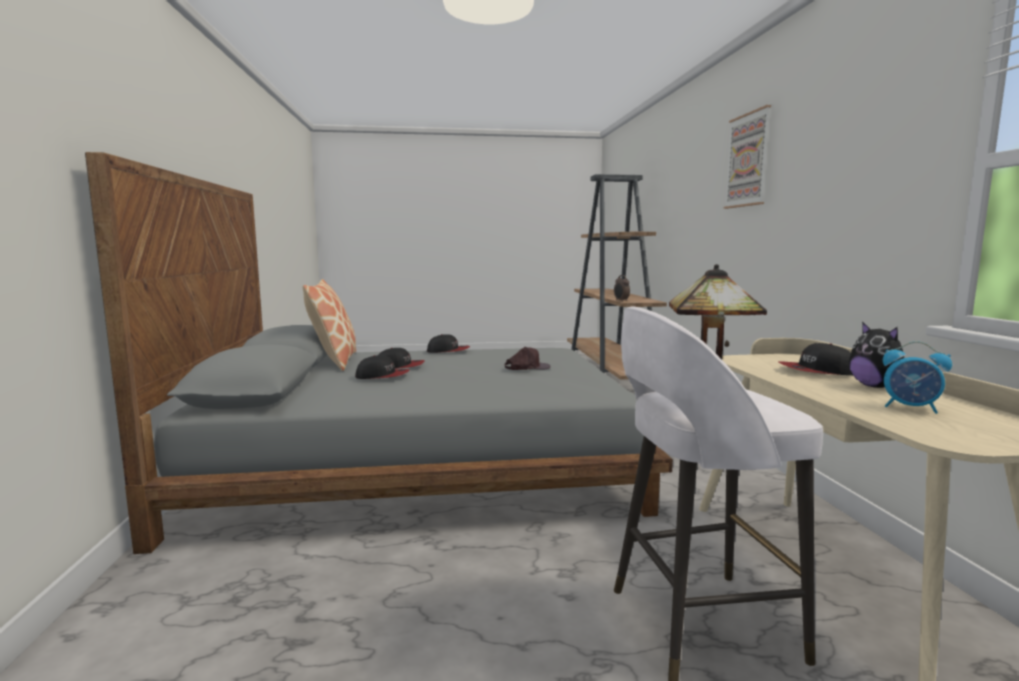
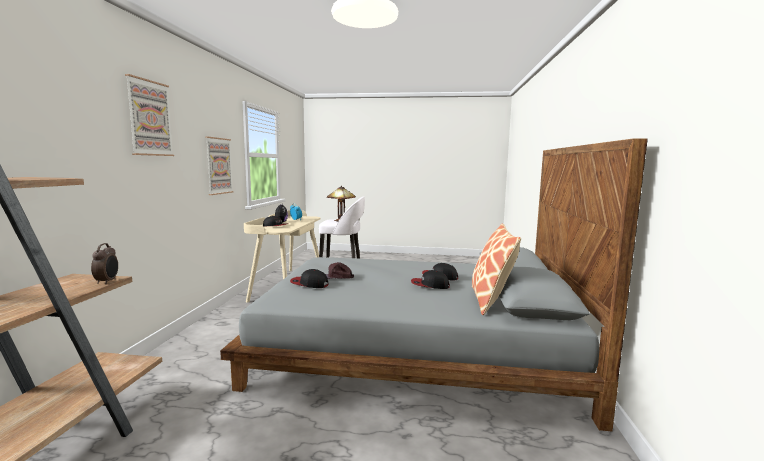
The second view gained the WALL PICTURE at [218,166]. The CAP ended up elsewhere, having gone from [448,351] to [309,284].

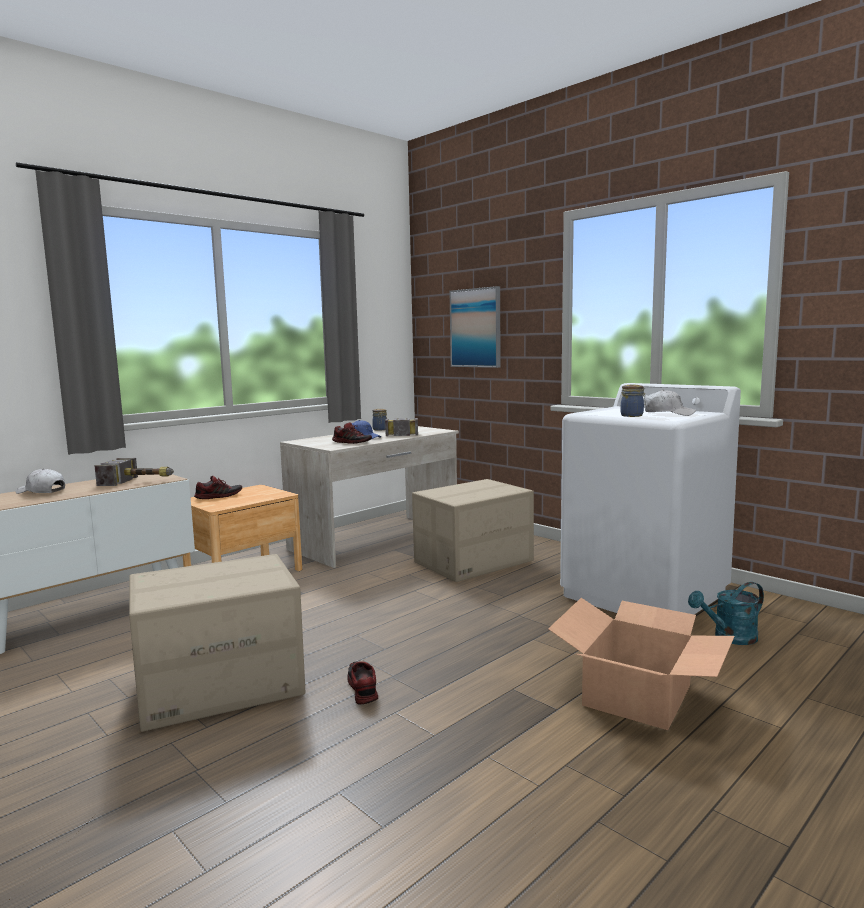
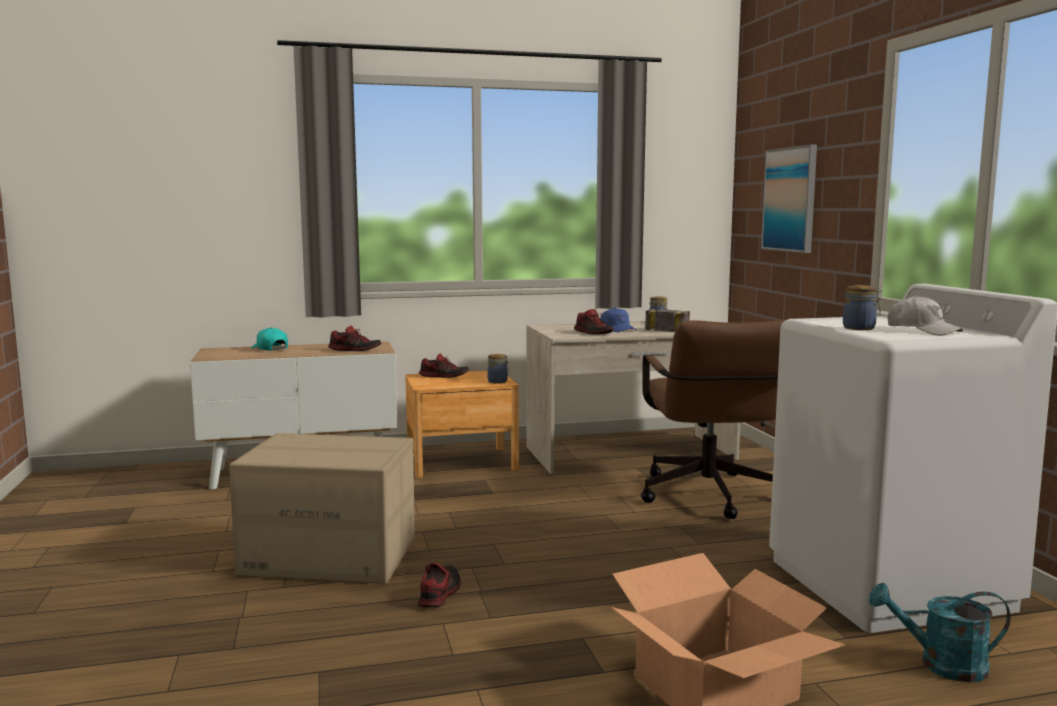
What was the WHITE CAP at [41,491] turned into the TURQUOISE-COLOURED CAP at [270,349]. Where the HAND HAMMER stood at [141,481], the SHOE came to stand at [354,350]. The second view gained the JAR at [498,381]. Where the CARTON stood at [473,562], the BROWNISH COMPUTER CHAIR came to stand at [711,499].

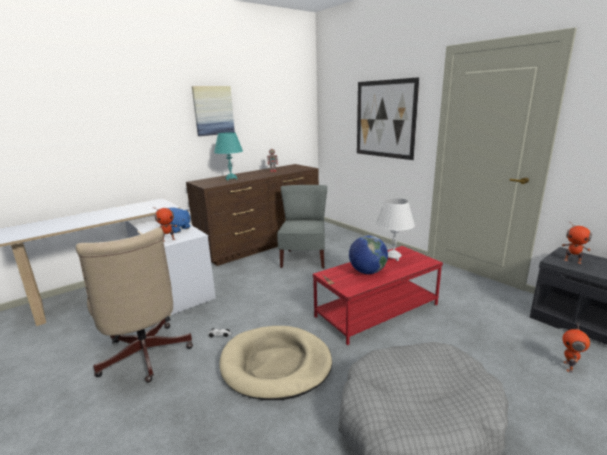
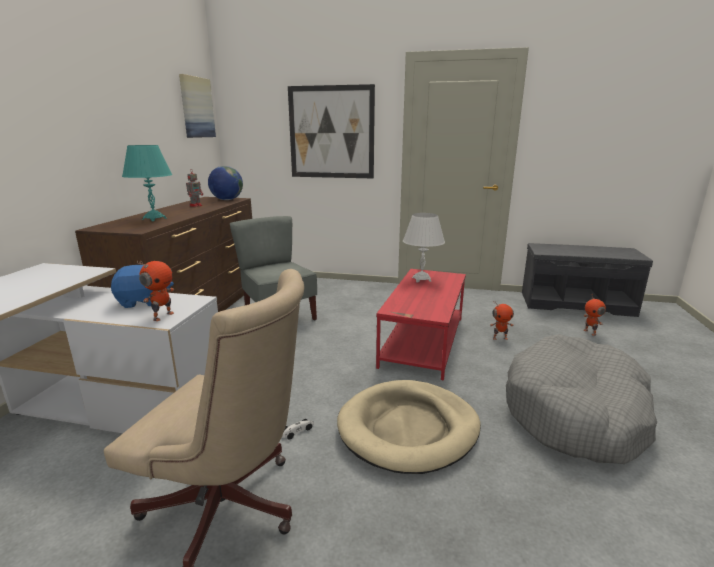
The WALL PICTURE ended up elsewhere, having gone from [213,110] to [197,107]. The GLOBE ended up elsewhere, having gone from [367,272] to [227,200]. The MODEL ROBOT ended up elsewhere, having gone from [572,261] to [500,338].

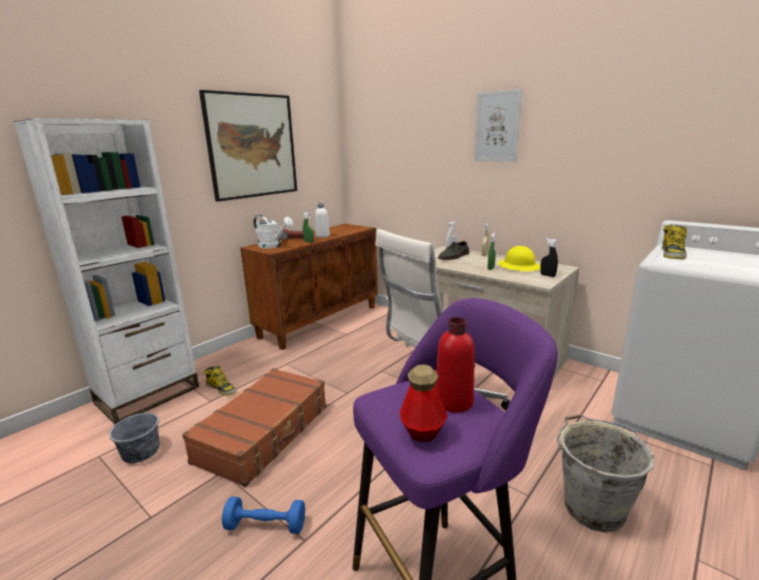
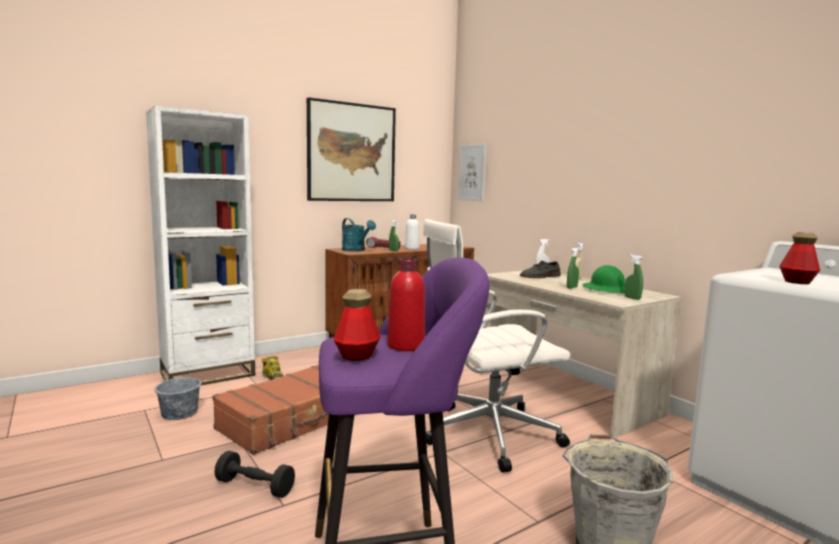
What was the BLUE-COLOURED FREE WEIGHT at [266,526] turned into the BLACK-COLOURED FREE WEIGHT at [255,487]. What was the WHITE WATERING POT at [273,246] turned into the TURQUOISE-COLOURED WATERING POT at [356,250]. The WALL PICTURE ended up elsewhere, having gone from [497,127] to [472,173]. What was the YELLOW-COLOURED WORK HELMET at [519,266] turned into the GREEN WORK HELMET at [607,289]. What was the BLACK-COLOURED HAND SPRAYER at [547,275] turned into the GREEN HAND SPRAYER at [632,298]. The second view gained the DRINK BOTTLE at [797,282]. The second view lost the BOOT at [672,254].

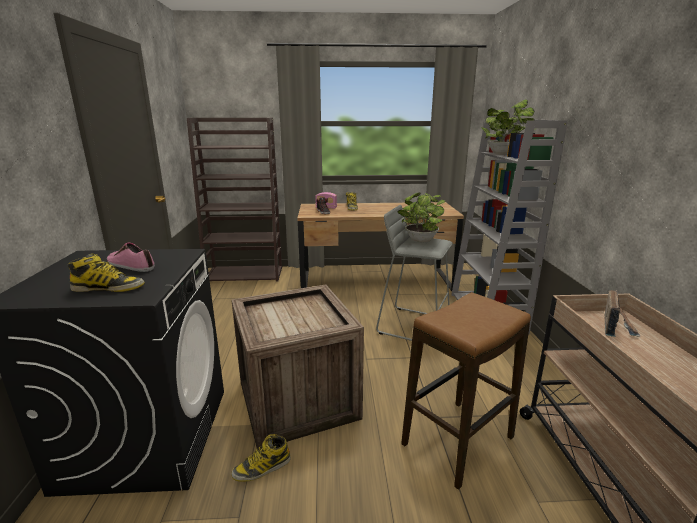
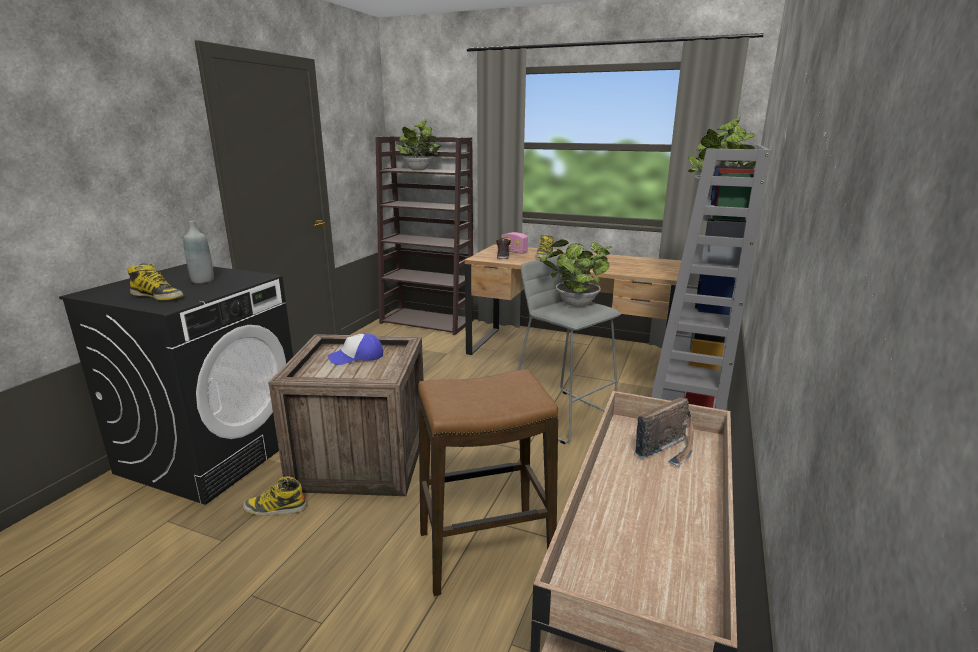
Where the SHOE stood at [131,265], the GREY DRINK BOTTLE came to stand at [202,281]. The second view gained the CAP at [357,357]. The second view gained the HOUSEPLANT at [419,170].

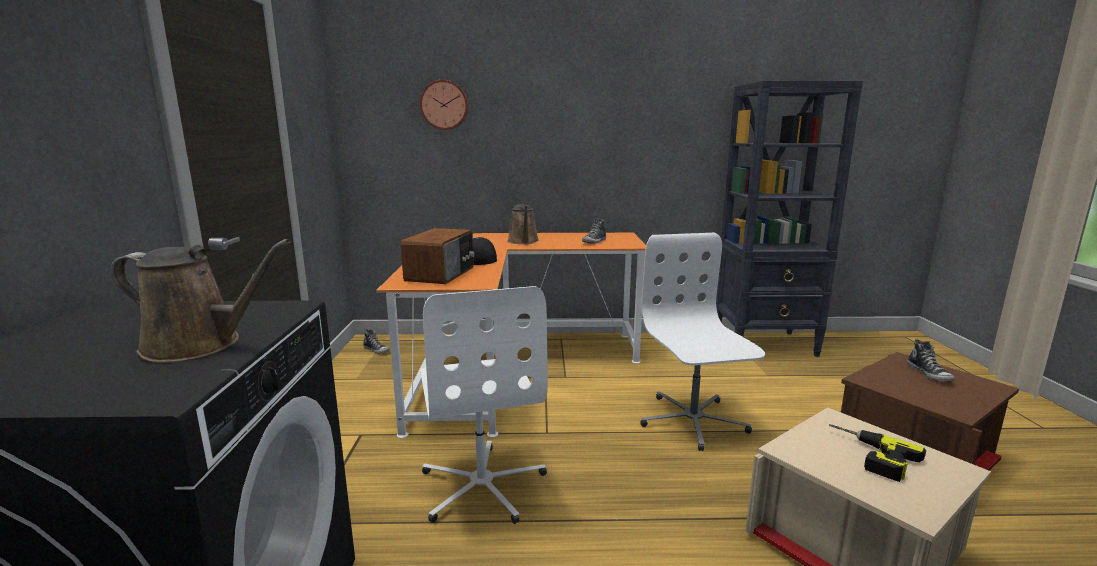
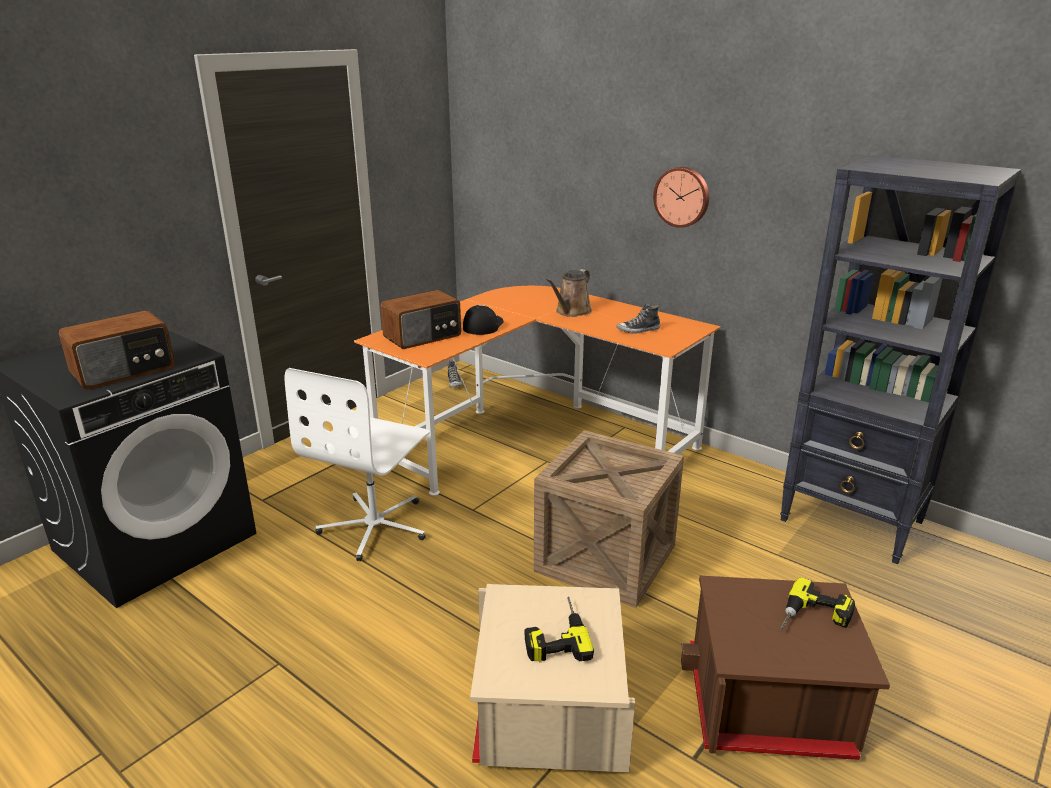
Where the BROWNISH WATERING POT stood at [199,345], the RADIO RECEIVER came to stand at [124,370]. Where the WHITE COMPUTER CHAIR stood at [692,421], the CRATE came to stand at [605,558]. The WALL CLOCK ended up elsewhere, having gone from [444,105] to [682,196]. Where the SHOE stood at [929,374], the ELECTRIC DRILL came to stand at [814,619].

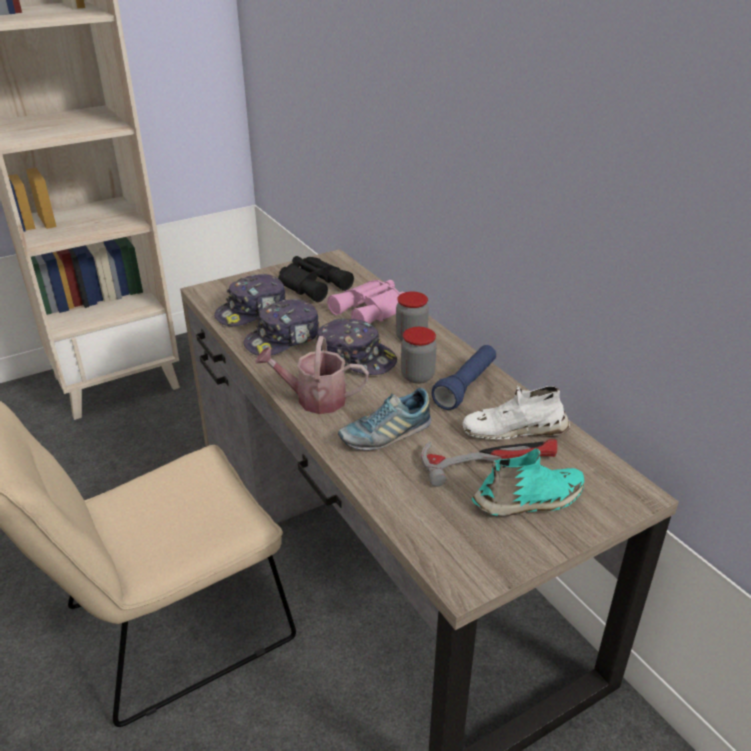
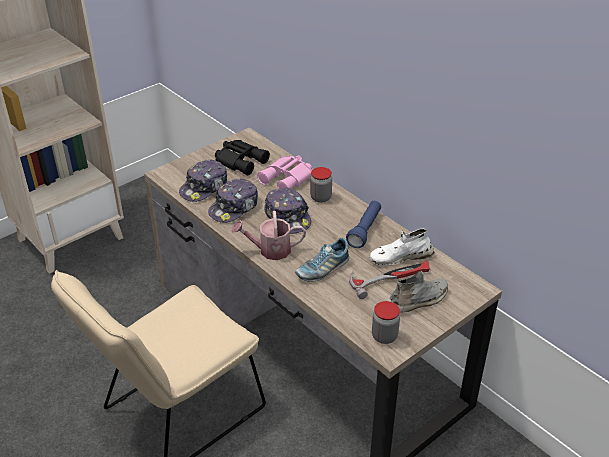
The CAP at [355,358] ended up facing another way, 45 degrees clockwise from before. The JAR ended up elsewhere, having gone from [417,376] to [384,336]. What was the TURQUOISE-COLOURED SHOE at [530,501] turned into the GREY SHOE at [418,301].

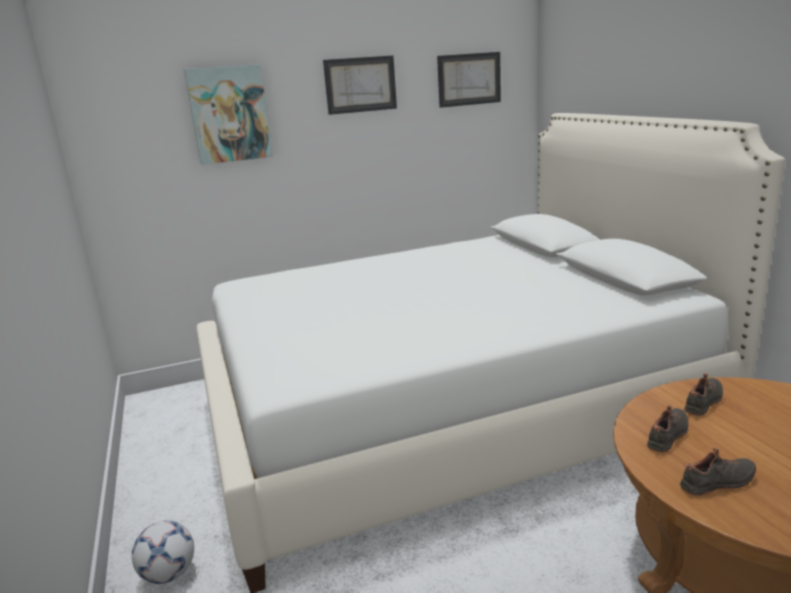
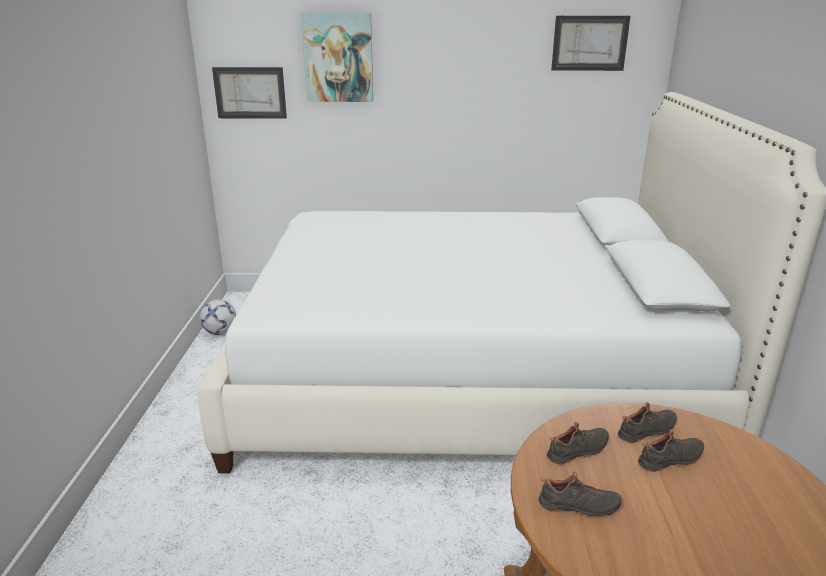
The FOOTBALL BALL ended up elsewhere, having gone from [169,574] to [220,332]. The WALL PICTURE ended up elsewhere, having gone from [360,85] to [250,93]. The second view gained the BLACK-COLOURED SHOE at [671,460].

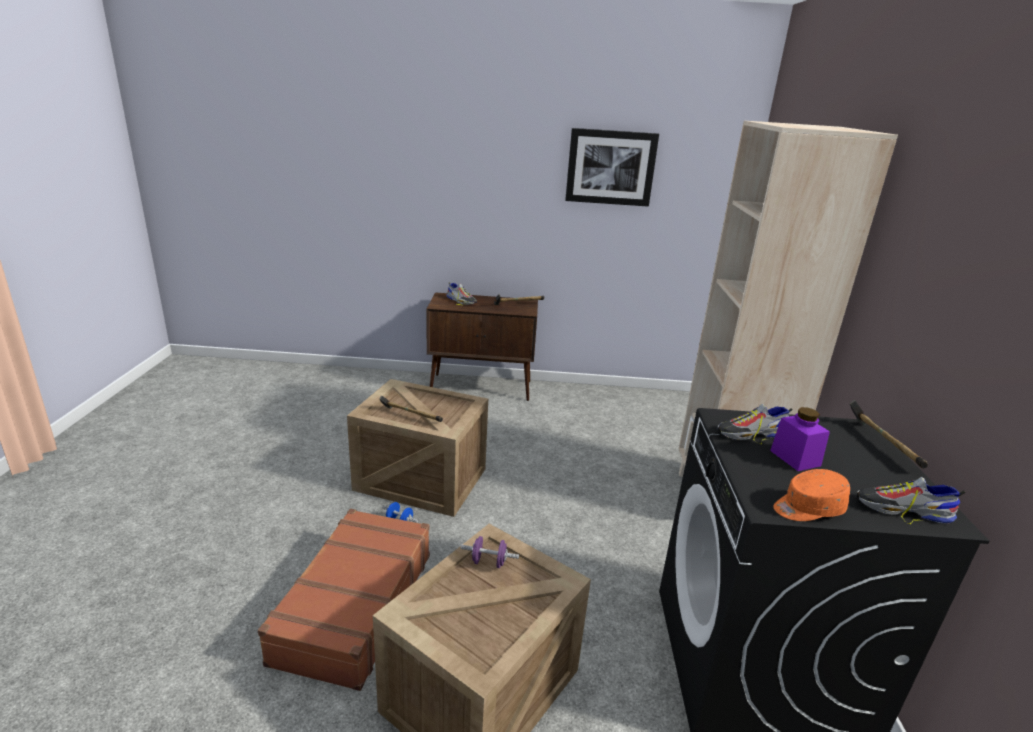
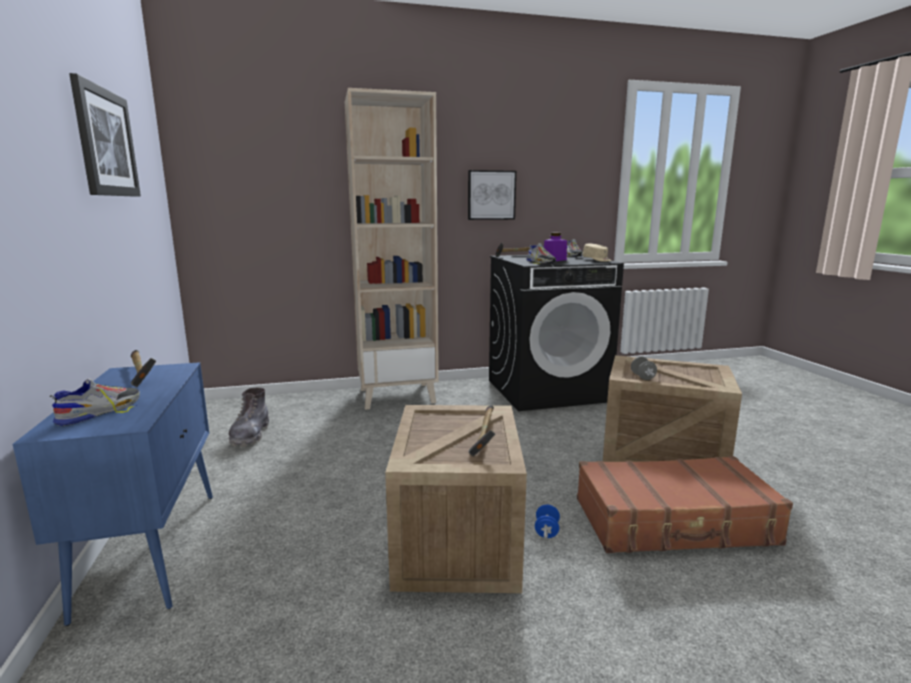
What was the BROWNISH CABINET at [482,387] turned into the BLUE-COLOURED CABINET at [152,549]. The second view gained the GREY BOOT at [250,435]. The second view gained the WALL PICTURE at [491,195]. What was the ORANGEY CAP at [807,508] turned into the SAND-COLOURED CAP at [597,260]. What was the PURPLE FREE WEIGHT at [489,562] turned into the GREY FREE WEIGHT at [642,377].

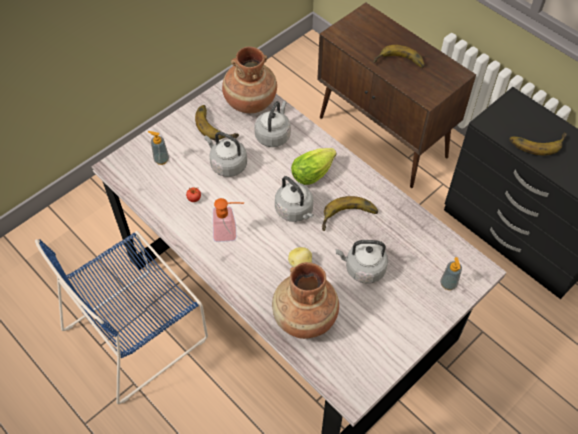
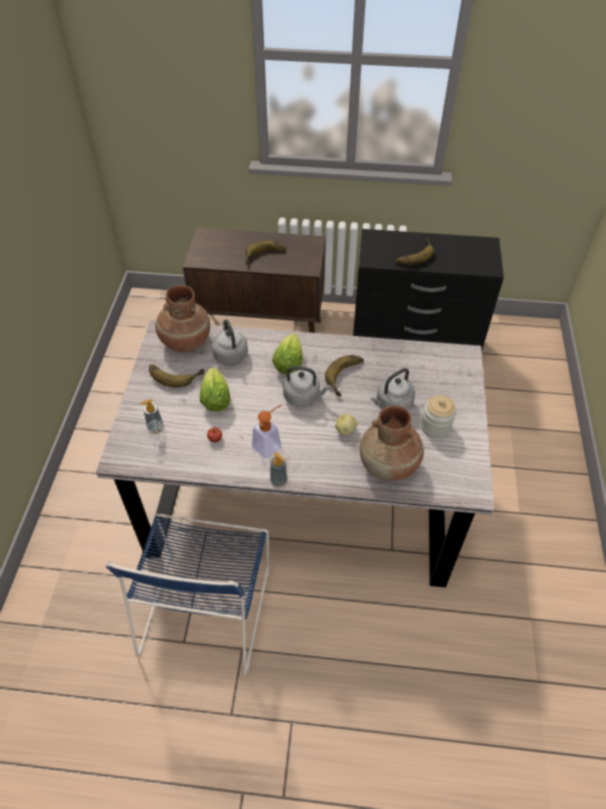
Where the GREY WATER KETTLE stood at [227,164], the LETTUCE came to stand at [215,397]. The SOAP BOTTLE ended up elsewhere, having gone from [448,284] to [278,480]. The second view gained the JAR at [435,426].

